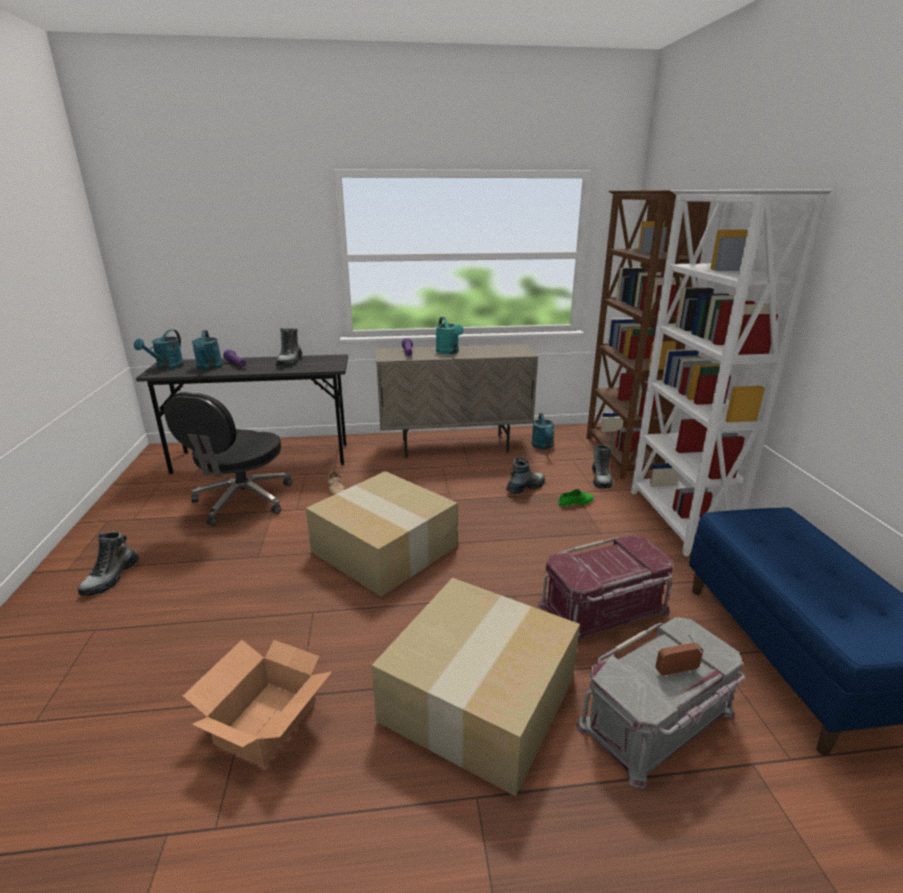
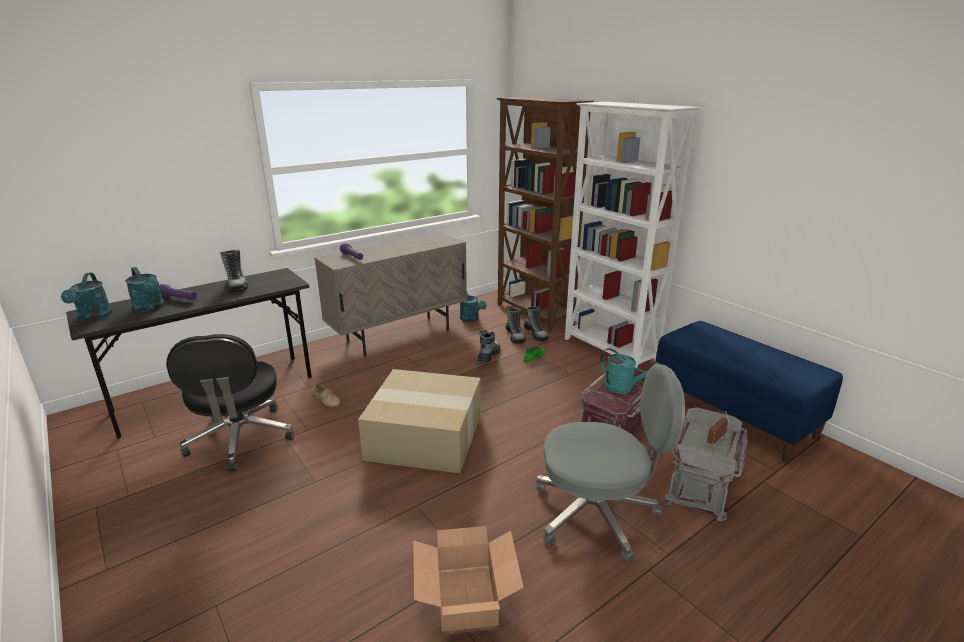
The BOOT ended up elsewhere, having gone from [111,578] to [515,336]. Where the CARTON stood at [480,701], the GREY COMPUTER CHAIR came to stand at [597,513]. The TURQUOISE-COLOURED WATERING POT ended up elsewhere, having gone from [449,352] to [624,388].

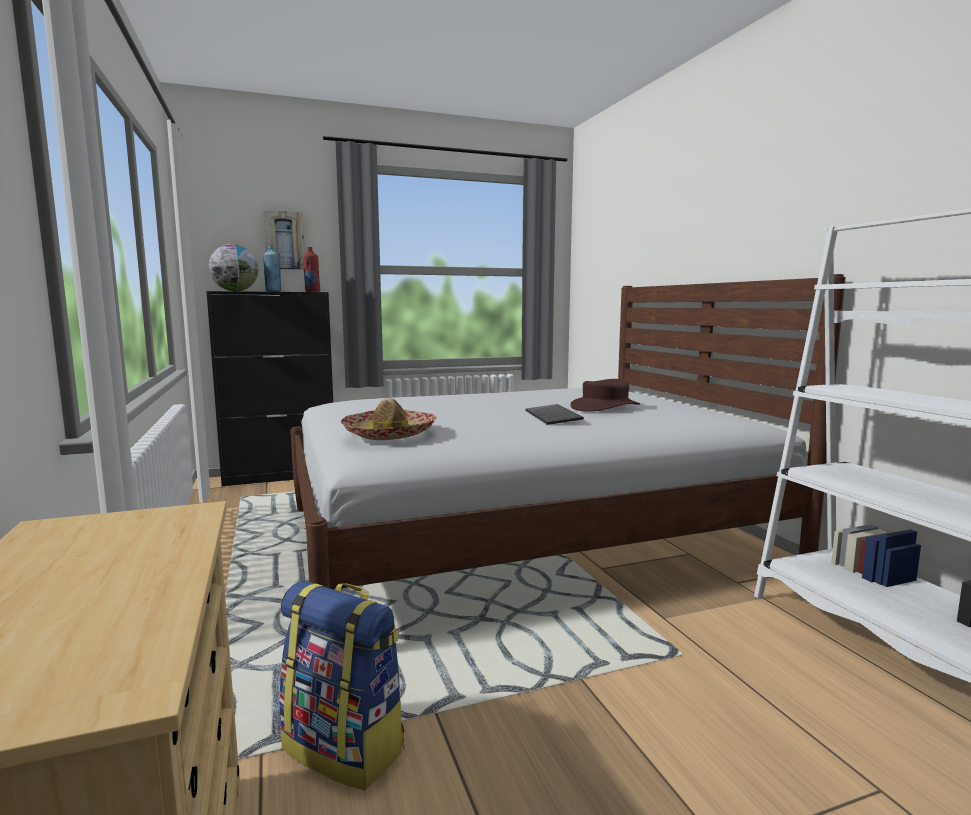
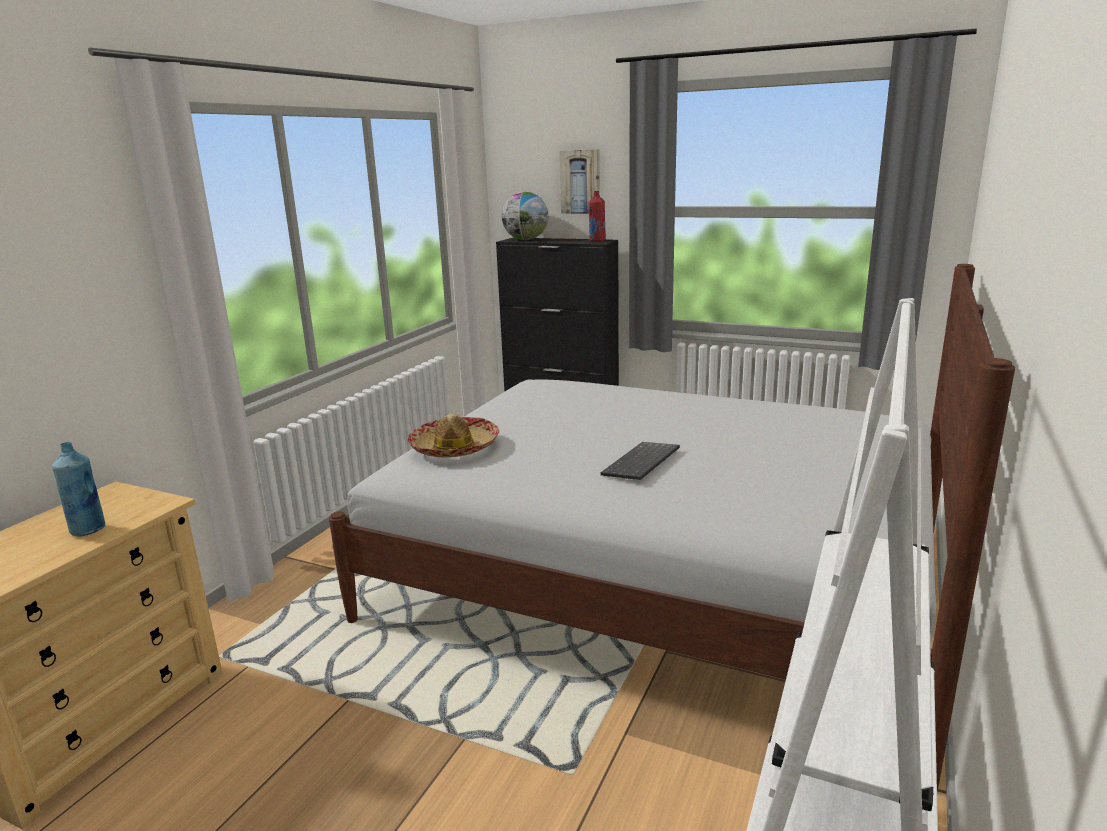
The BLUE-COLOURED DRINK BOTTLE ended up elsewhere, having gone from [273,291] to [88,530]. The second view lost the RUCKSACK at [346,748]. The second view lost the BROWNISH HAT at [605,407].

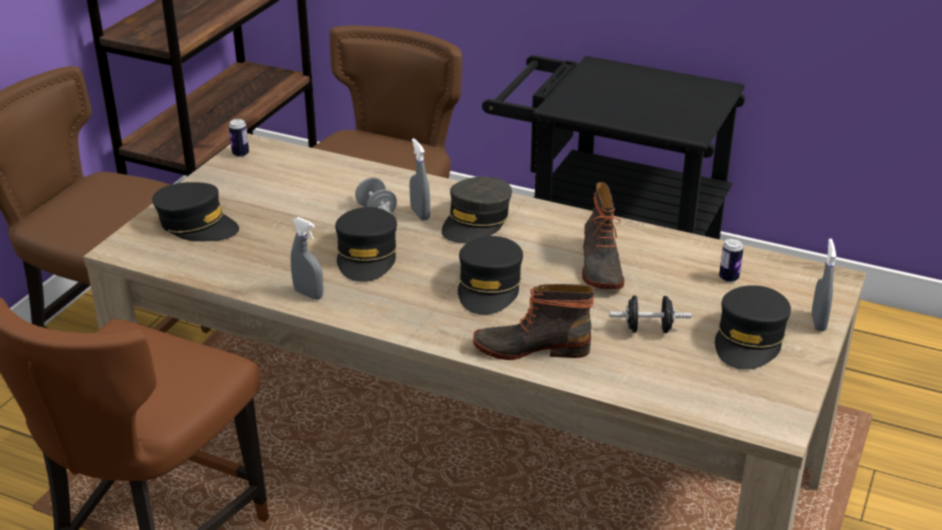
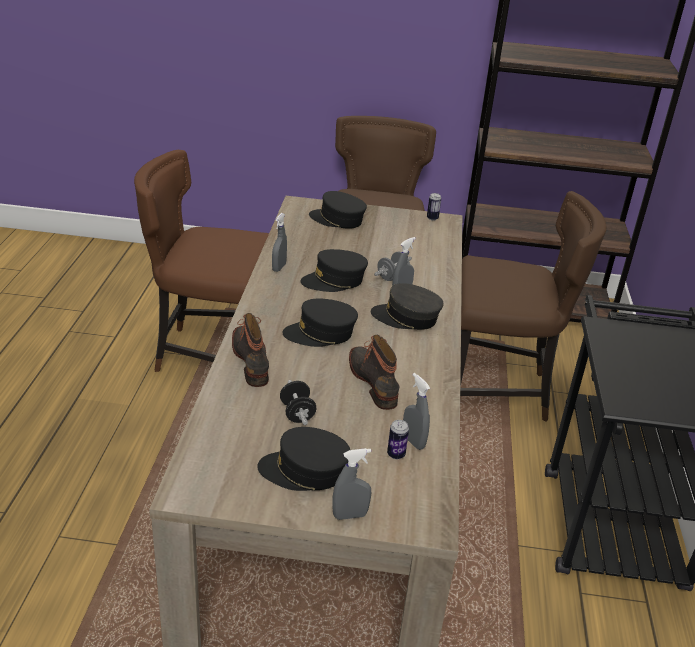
The BLACK-COLOURED CAP at [197,225] ended up facing another way, 105 degrees clockwise from before. The BOOT at [599,267] ended up facing another way, 90 degrees clockwise from before. The second view gained the GREY HAND SPRAYER at [413,441].

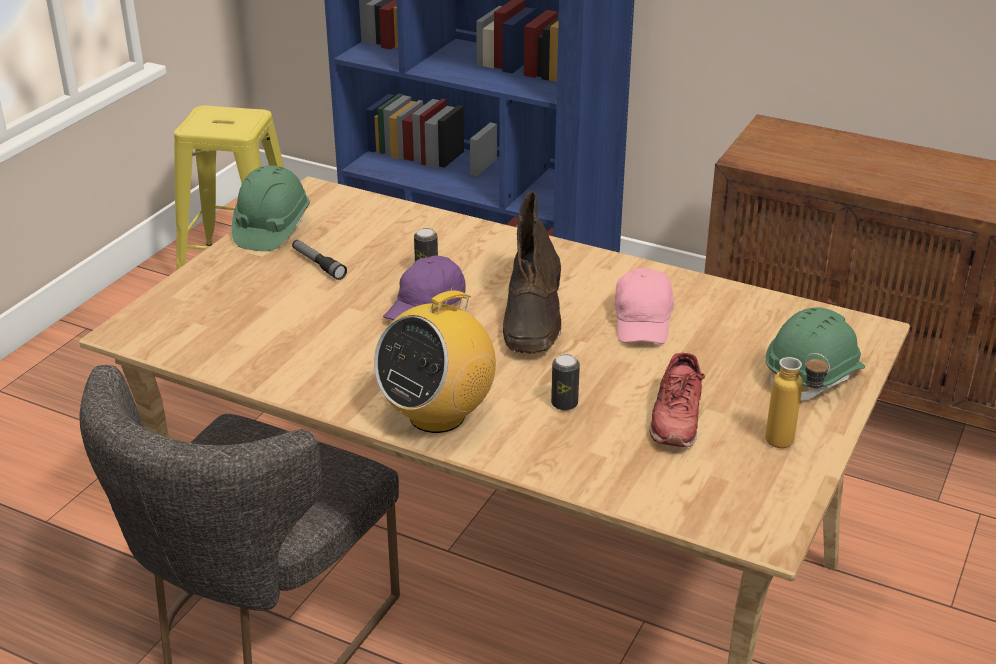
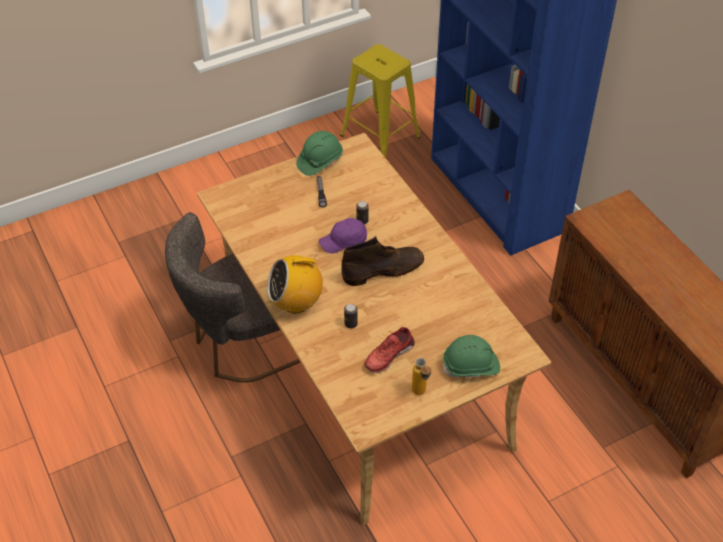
The BROWNISH BOOT at [533,316] ended up facing another way, 150 degrees counterclockwise from before. The second view lost the PINK-COLOURED CAP at [643,321].

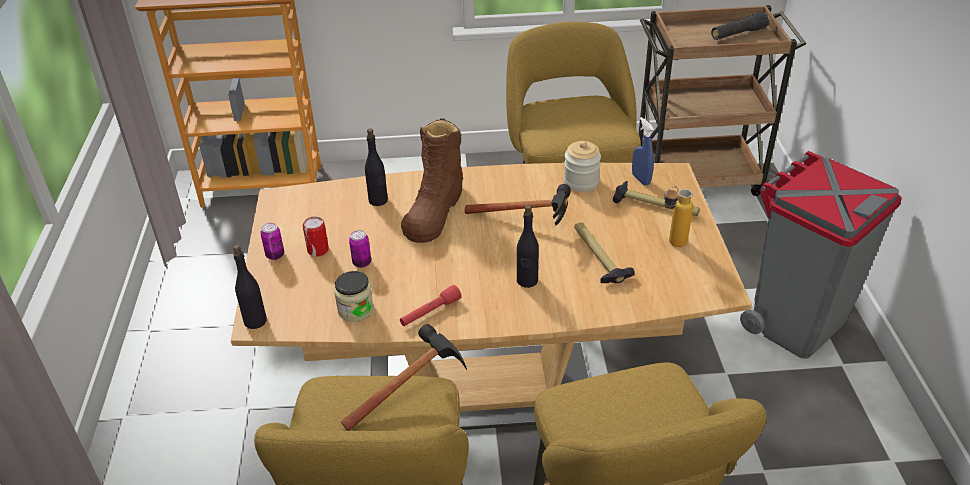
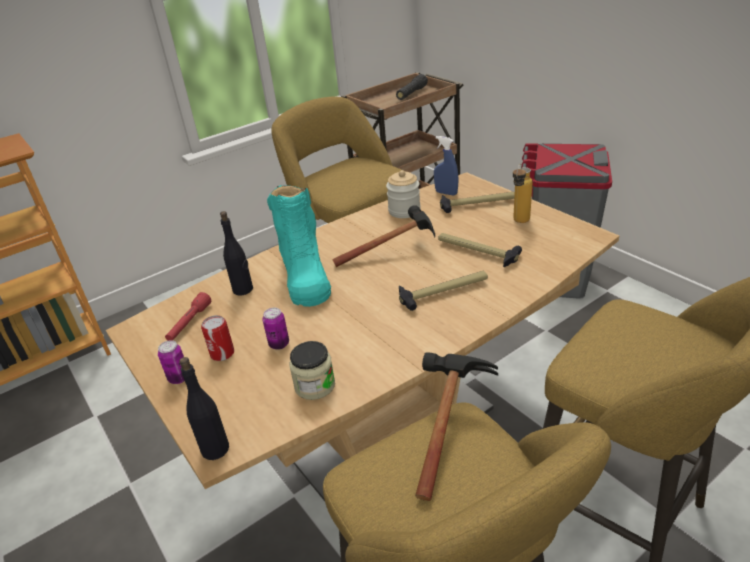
The REDDISH HAND TORCH ended up elsewhere, having gone from [430,312] to [189,323]. What was the BROWNISH BOOT at [434,211] turned into the TURQUOISE-COLOURED BOOT at [305,276]. Where the BLACK-COLOURED DRINK BOTTLE stood at [527,281], the HAND HAMMER came to stand at [443,292].

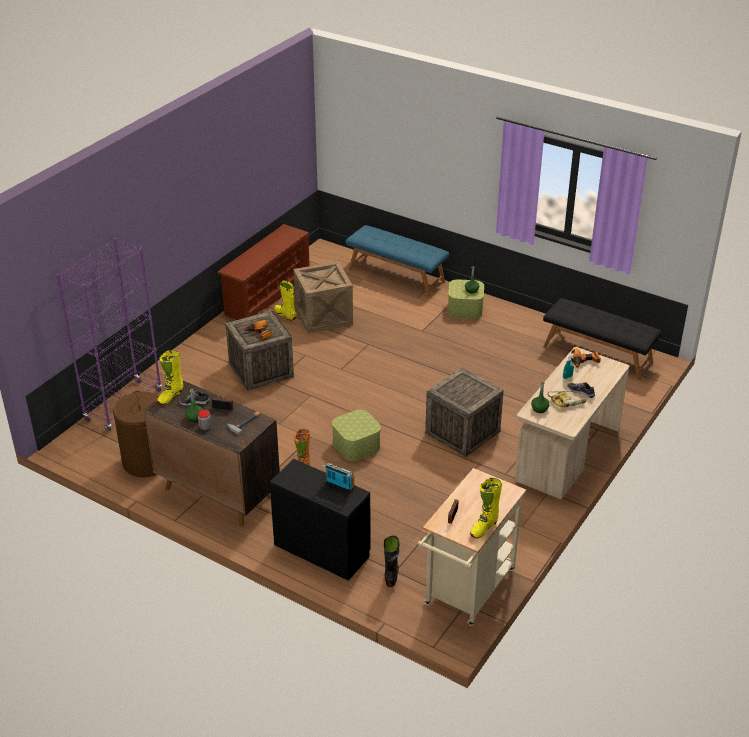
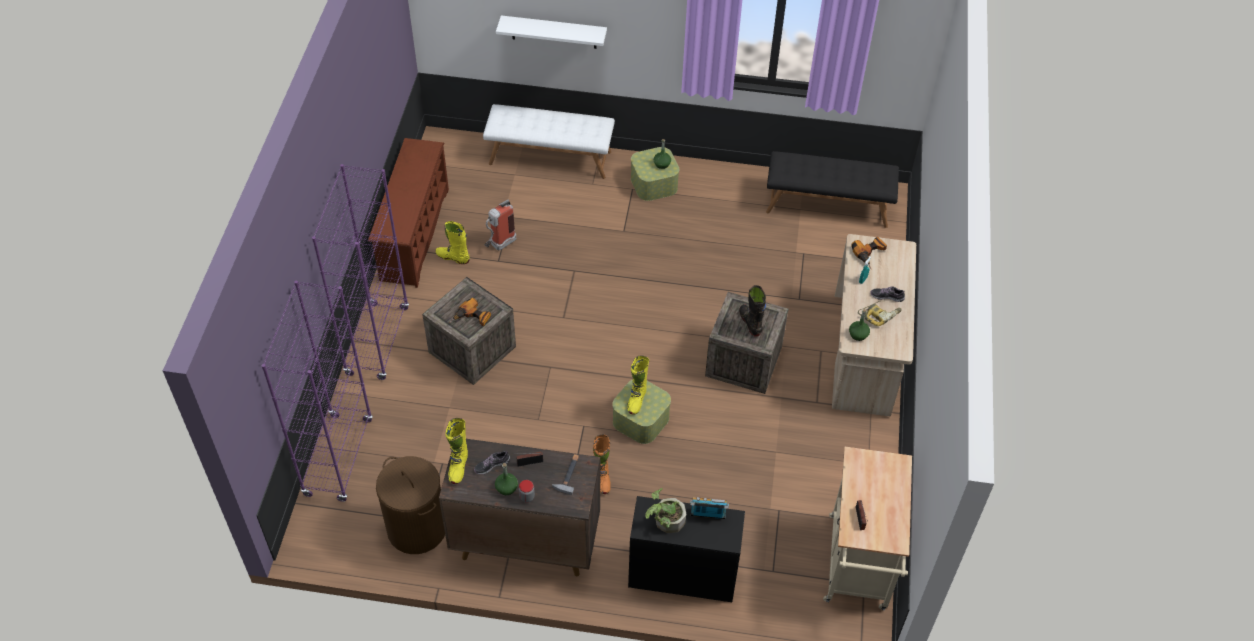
The second view gained the PURPLE BOOKSHELF at [377,341]. What was the BLUE-COLOURED INDOOR BENCH at [397,275] turned into the WHITE INDOOR BENCH at [550,157]. Where the CRATE stood at [323,316], the EXTINGUISHER came to stand at [499,245]. The second view gained the WHITE SHELF at [554,32]. The YELLOW-COLOURED BOOT ended up elsewhere, having gone from [484,528] to [636,400]. The second view gained the HOUSEPLANT at [665,521]. The BLACK-COLOURED BOOT ended up elsewhere, having gone from [391,574] to [750,323].

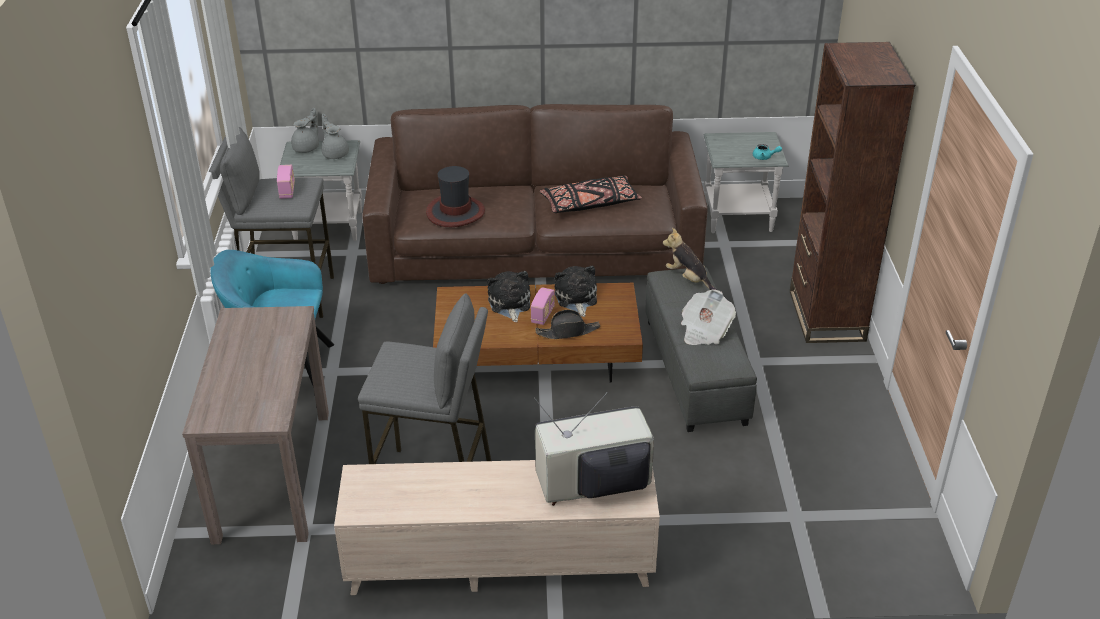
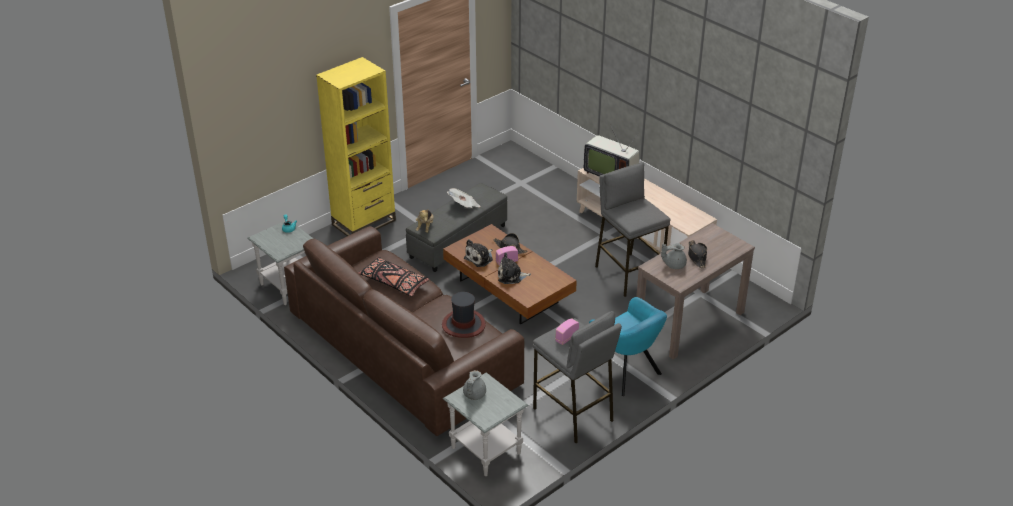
What was the BROWNISH BOOKSHELF at [826,316] turned into the YELLOW-COLOURED BOOKSHELF at [364,222]. The PLUSH TOY at [509,304] ended up facing another way, 45 degrees clockwise from before. The GREY TEAPOT ended up elsewhere, having gone from [307,148] to [674,264]. The second view gained the BLACK-COLOURED HAT at [697,257].

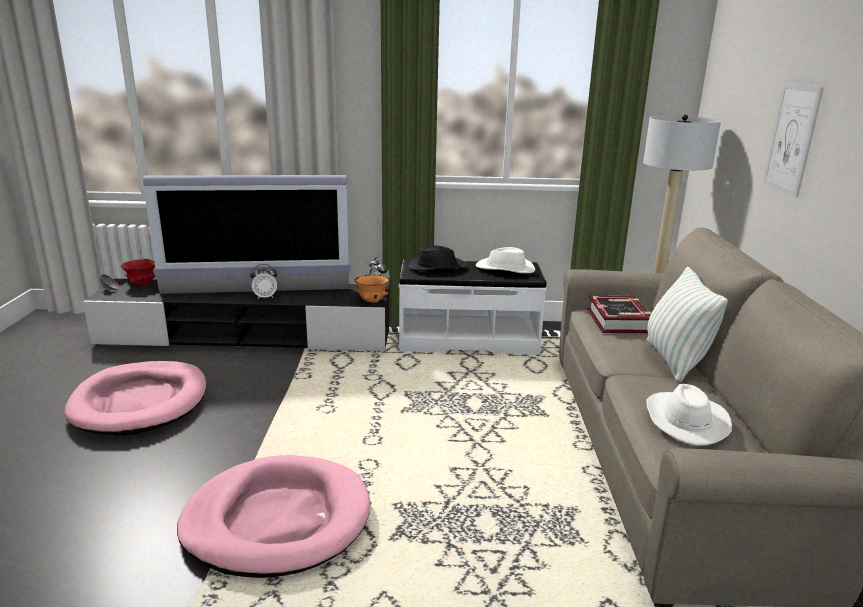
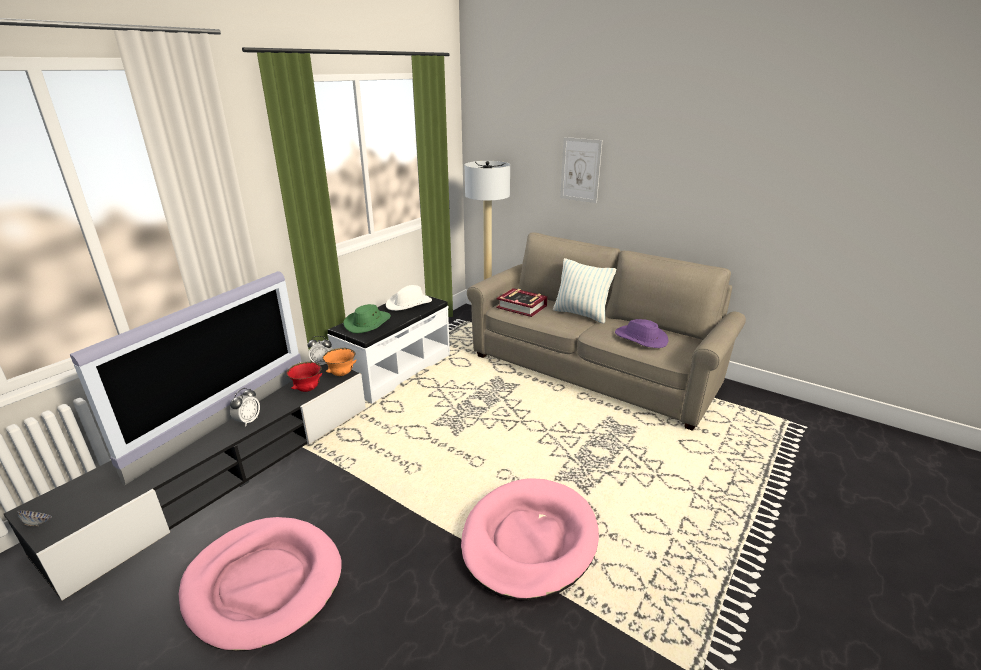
The REDDISH DEEP DISH ended up elsewhere, having gone from [142,285] to [308,389]. What was the BLACK-COLOURED HAT at [437,267] turned into the GREEN HAT at [368,323]. What was the WHITE HAT at [684,420] turned into the PURPLE HAT at [640,338].

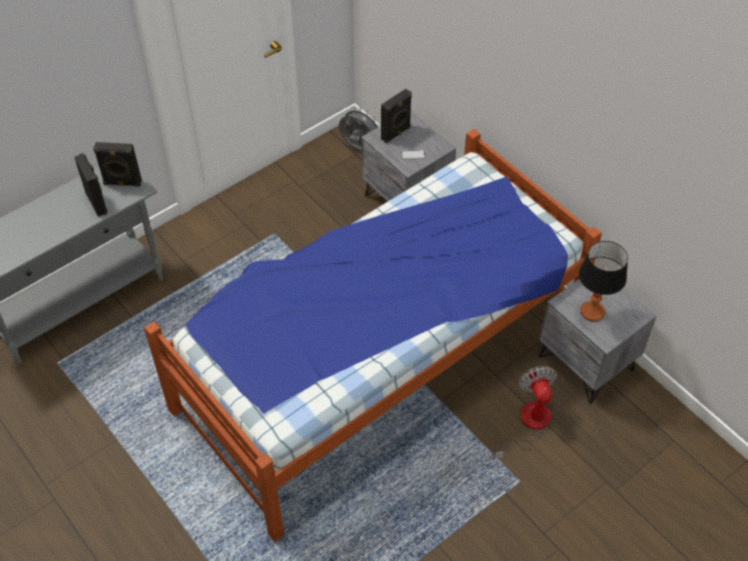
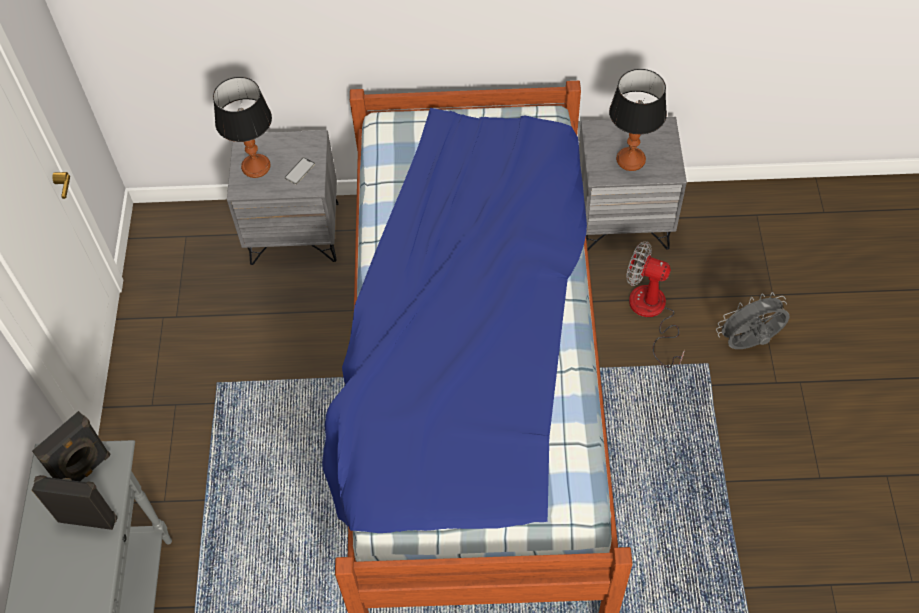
Where the BLACK-COLOURED LOUDSPEAKER stood at [396,133], the TABLETOP LAMP came to stand at [255,166]. The GREY COOLING FAN ended up elsewhere, having gone from [359,149] to [748,343].

